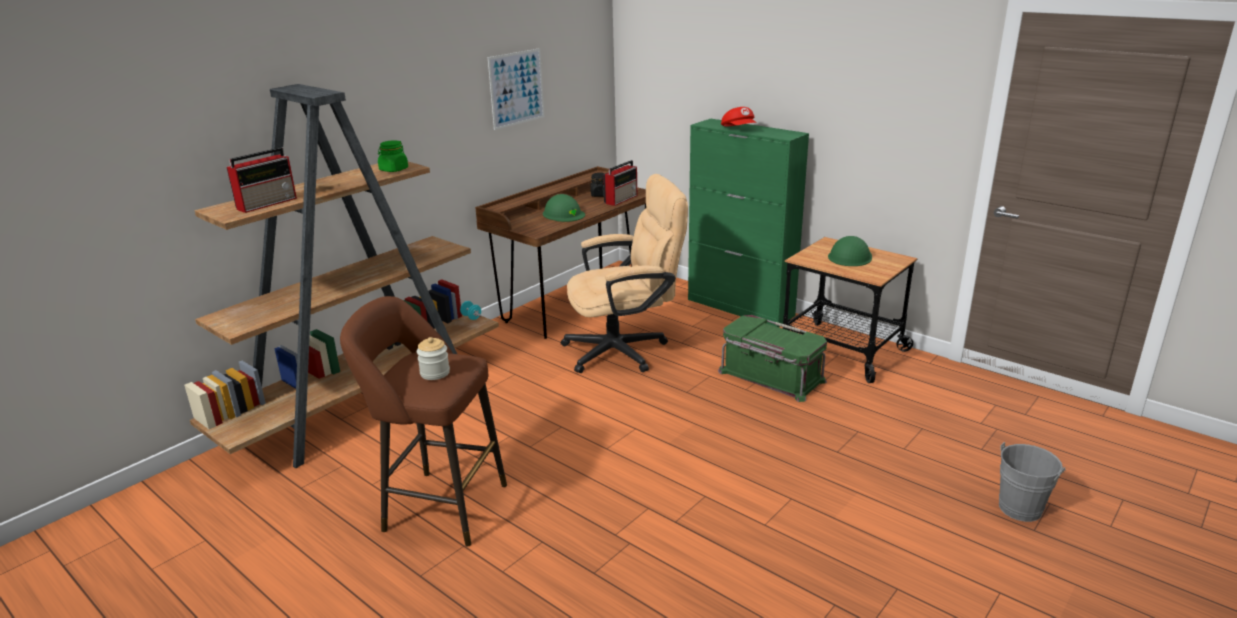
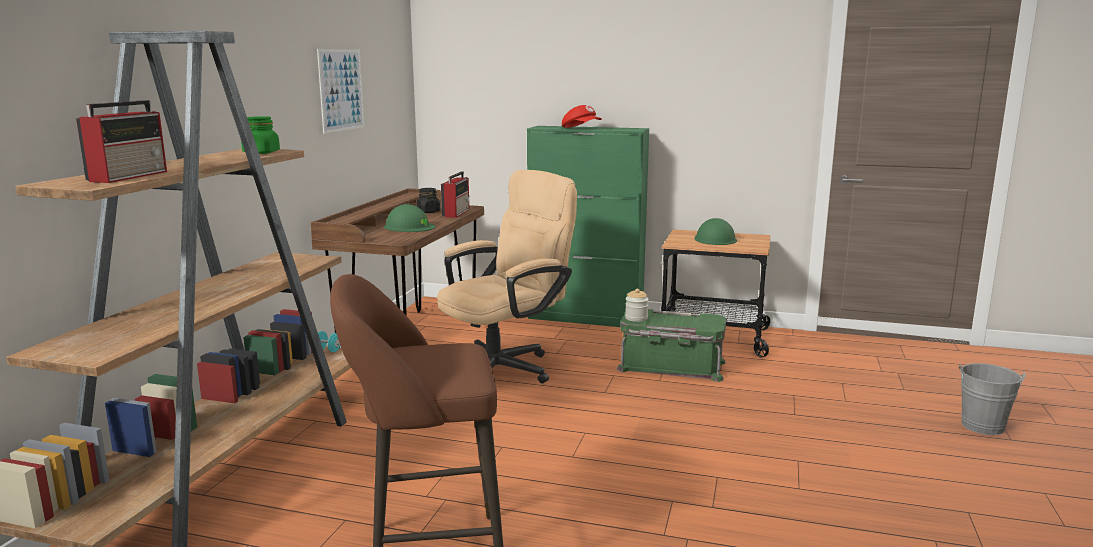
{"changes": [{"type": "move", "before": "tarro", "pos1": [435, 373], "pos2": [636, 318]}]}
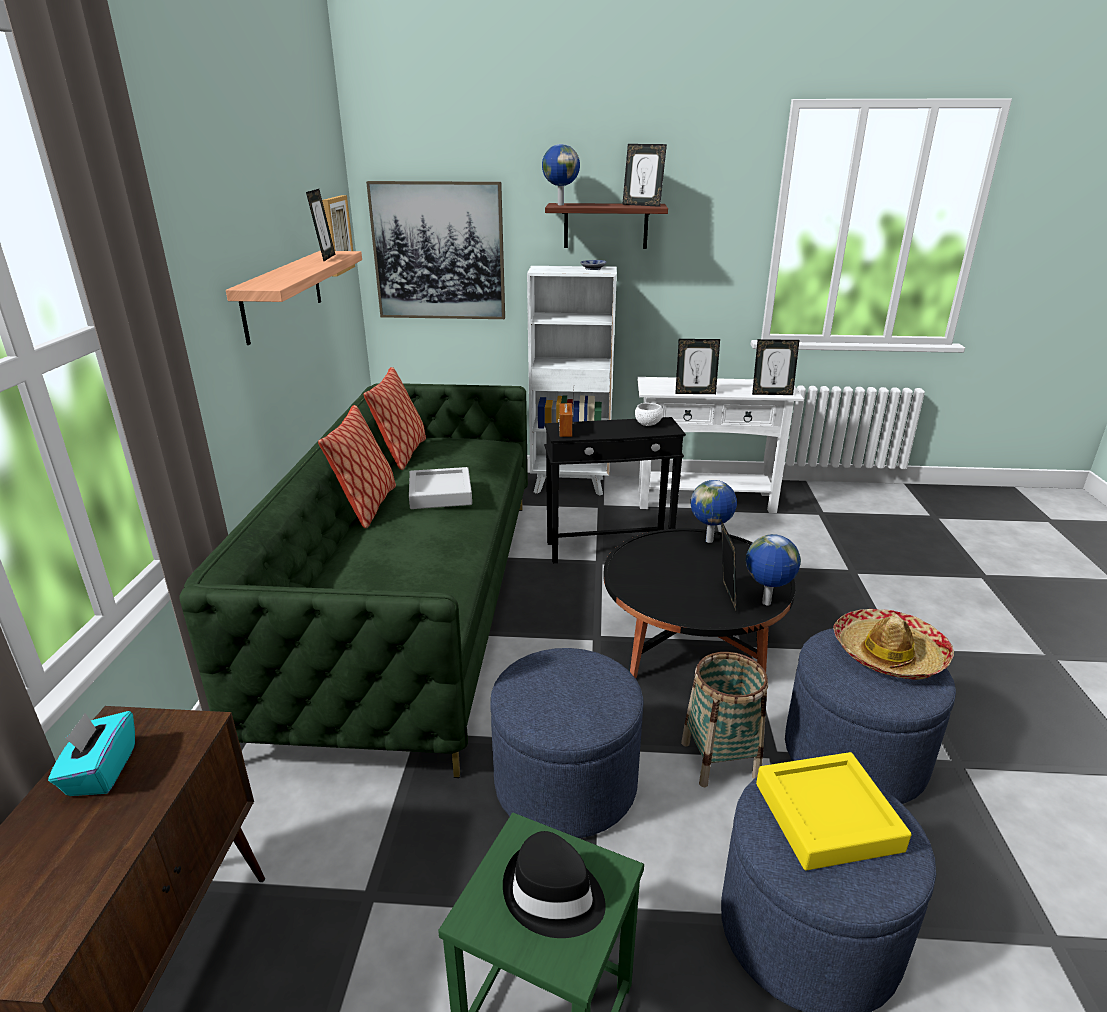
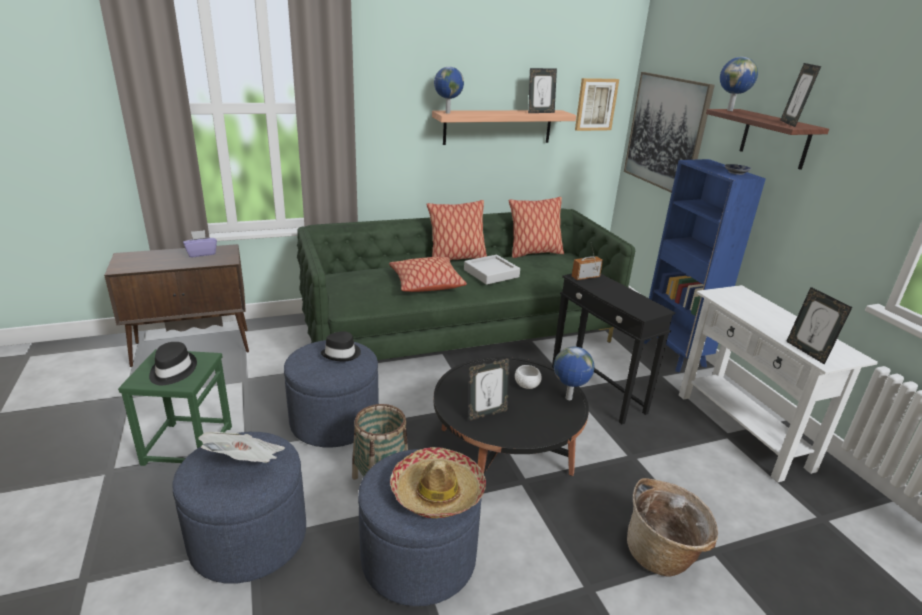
{"changes": [{"type": "recolor", "before": "caja de pañuelos [turquesa]", "after": "caja de pañuelos [morado]", "pos1": [101, 771], "pos2": [201, 253]}, {"type": "recolor", "before": "estantería [blanco]", "after": "estantería [azul]", "pos1": [570, 485], "pos2": [673, 354]}, {"type": "move", "before": "cuenco [blanco]", "pos1": [648, 424], "pos2": [527, 386]}, {"type": "delete", "before": "portarretratos", "pos1": [695, 393]}, {"type": "move", "before": "globo terráqueo", "pos1": [766, 603], "pos2": [447, 113]}, {"type": "replace", "before": "bandeja [amarillo]", "after": "periódico", "pos1": [827, 816], "pos2": [246, 462]}, {"type": "insert", "after": "sombrero [negro]", "pos2": [342, 354]}, {"type": "insert", "after": "cojín", "pos2": [426, 283]}, {"type": "insert", "after": "cesta", "pos2": [662, 554]}]}
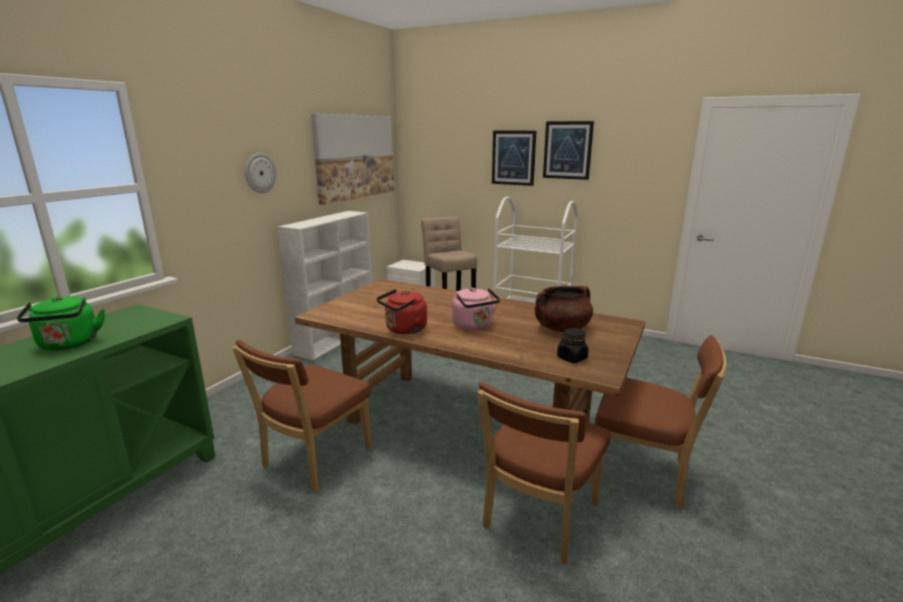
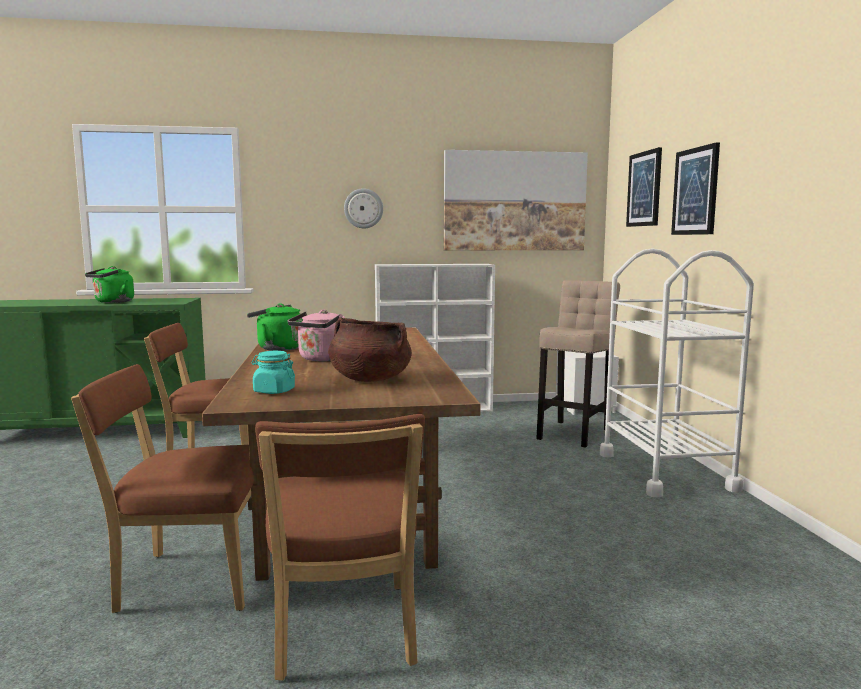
{"changes": [{"type": "recolor", "before": "hervidor [rojo]", "after": "hervidor [verde]", "pos1": [404, 330], "pos2": [278, 348]}, {"type": "move", "before": "cuadro", "pos1": [567, 150], "pos2": [644, 189]}, {"type": "recolor", "before": "tarro [negro]", "after": "tarro [turquesa]", "pos1": [572, 358], "pos2": [274, 391]}]}
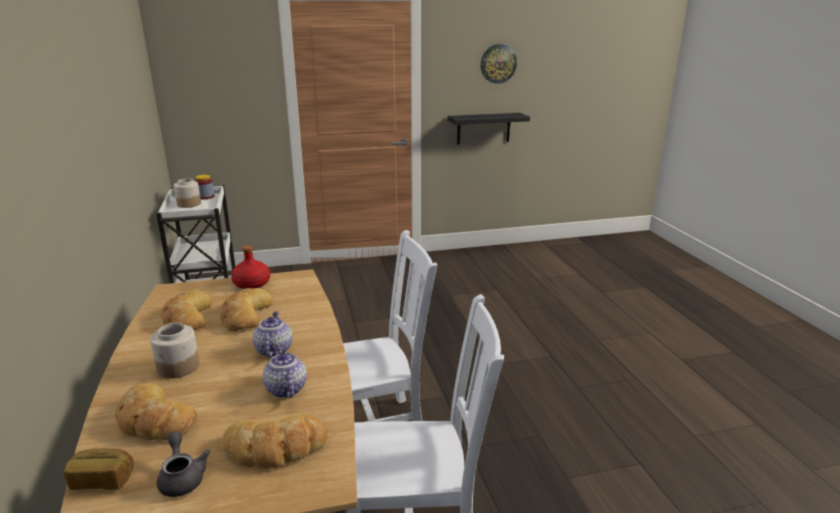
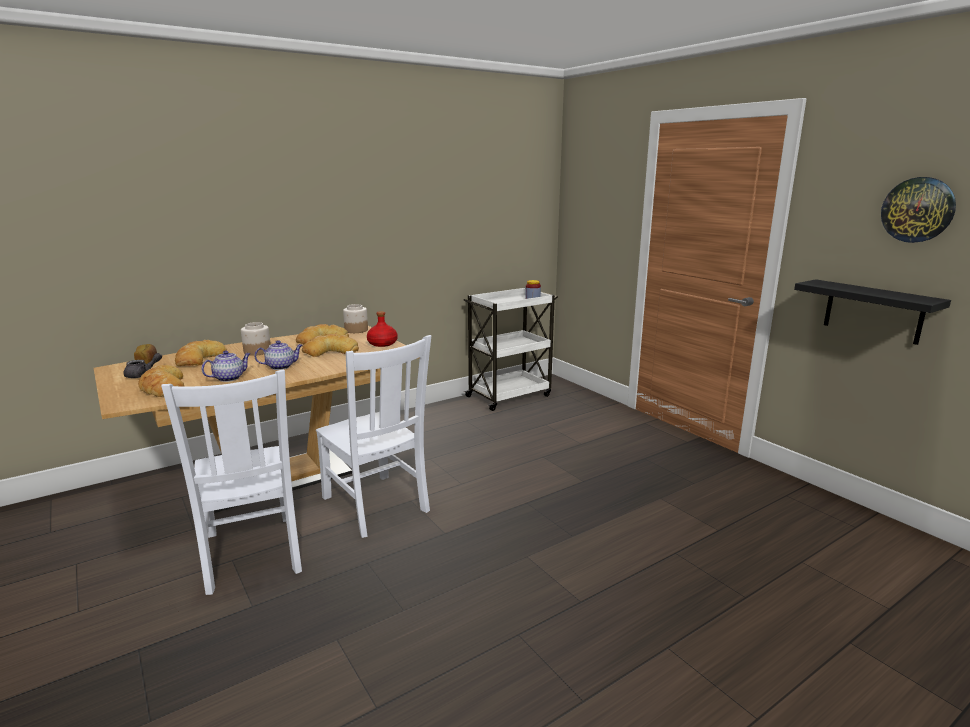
{"changes": [{"type": "move", "before": "tarro", "pos1": [189, 204], "pos2": [356, 330]}]}
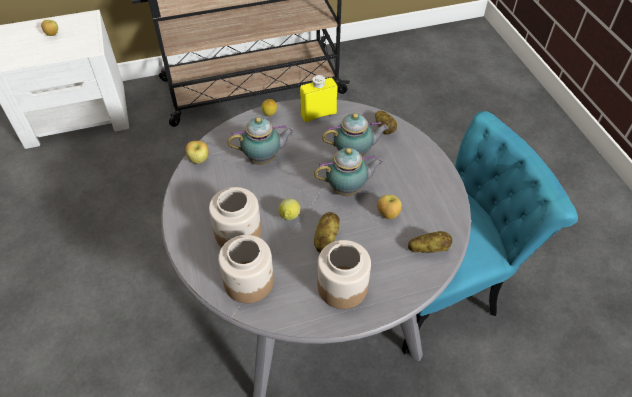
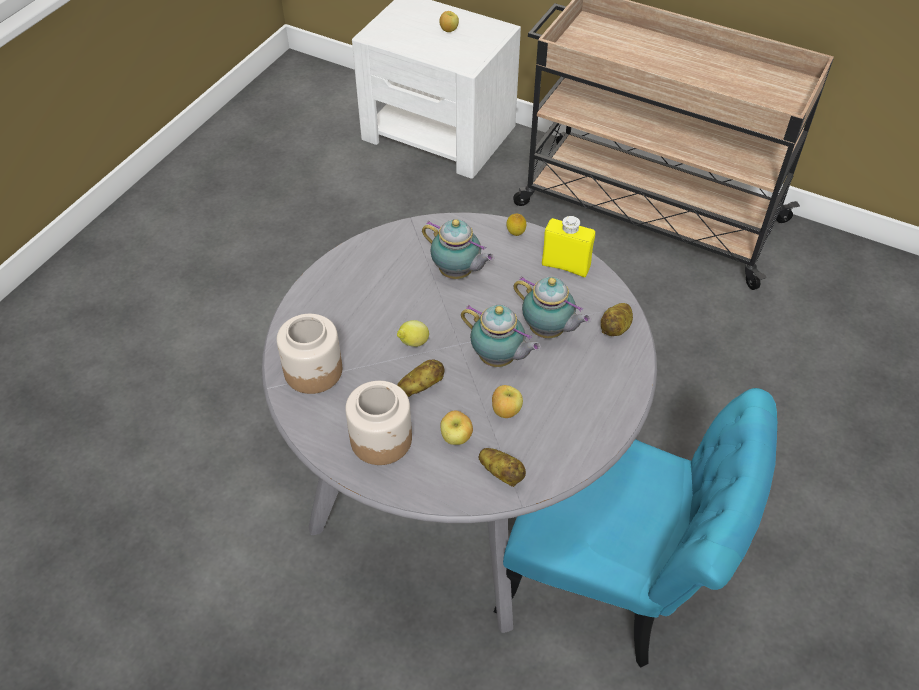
{"changes": [{"type": "move", "before": "manzana", "pos1": [199, 160], "pos2": [456, 438]}, {"type": "delete", "before": "tarro", "pos1": [238, 233]}]}
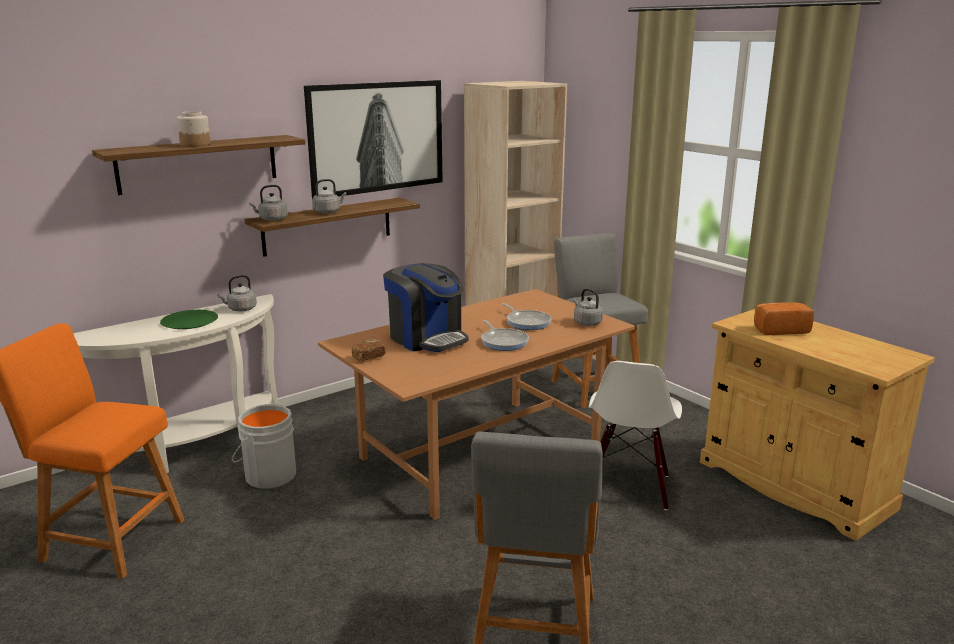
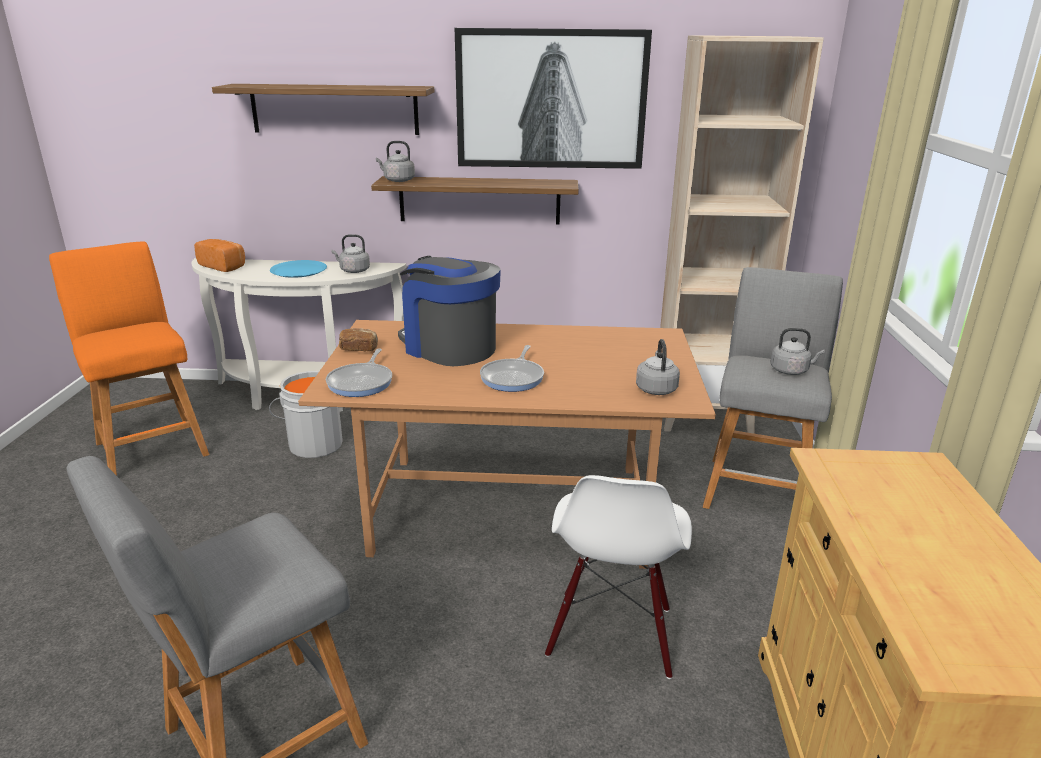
{"changes": [{"type": "recolor", "before": "plato [verde]", "after": "plato [azul]", "pos1": [189, 321], "pos2": [298, 270]}, {"type": "delete", "before": "tarro", "pos1": [196, 144]}, {"type": "move", "before": "hervidor [gris]", "pos1": [328, 212], "pos2": [791, 371]}, {"type": "rotate", "before": "cafetera", "pos1": [427, 338], "pos2": [449, 347], "turn": 135}, {"type": "move", "before": "sartén", "pos1": [527, 322], "pos2": [362, 382]}, {"type": "rotate", "before": "silla [blanco]", "pos1": [628, 486], "pos2": [612, 633], "turn": -45}, {"type": "move", "before": "pan", "pos1": [779, 330], "pos2": [224, 266]}]}
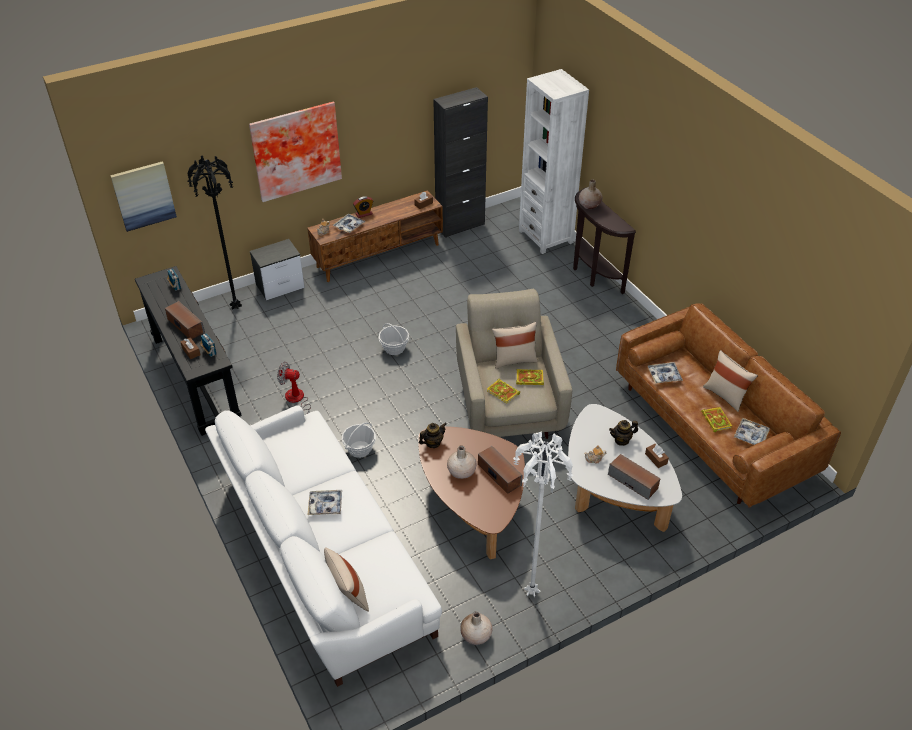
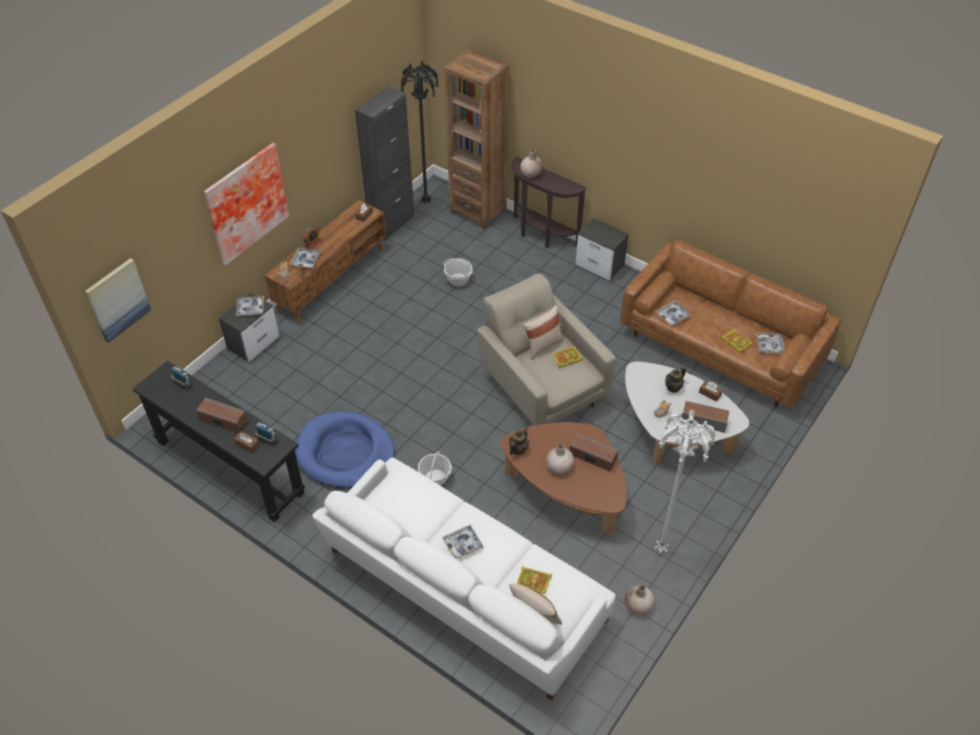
{"changes": [{"type": "move", "before": "lámpara de pie [negro]", "pos1": [237, 308], "pos2": [427, 202]}, {"type": "replace", "before": "ventilador", "after": "cama para perro [azul]", "pos1": [296, 400], "pos2": [345, 453]}, {"type": "move", "before": "cesta", "pos1": [394, 348], "pos2": [458, 280]}, {"type": "move", "before": "libro", "pos1": [503, 392], "pos2": [534, 581]}, {"type": "recolor", "before": "estantería [blanco]", "after": "estantería [marrón]", "pos1": [546, 236], "pos2": [478, 211]}, {"type": "delete", "before": "cojín [beis]", "pos1": [725, 395]}, {"type": "insert", "after": "bandeja", "pos2": [250, 308]}, {"type": "insert", "after": "mesita de noche", "pos2": [600, 265]}]}
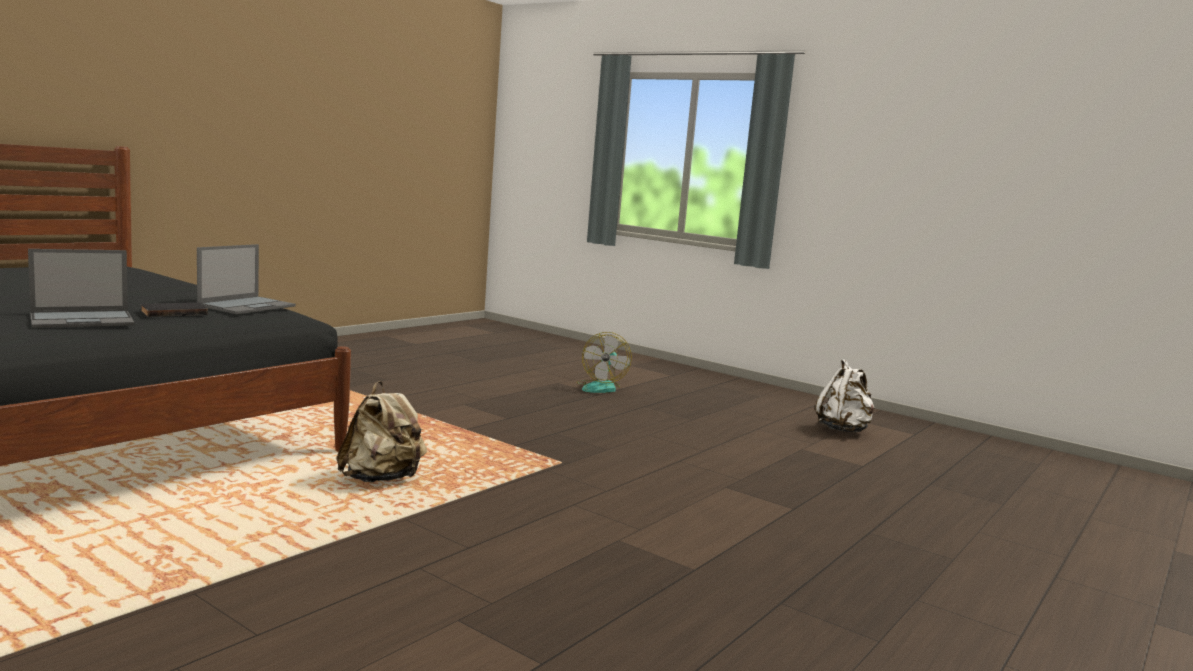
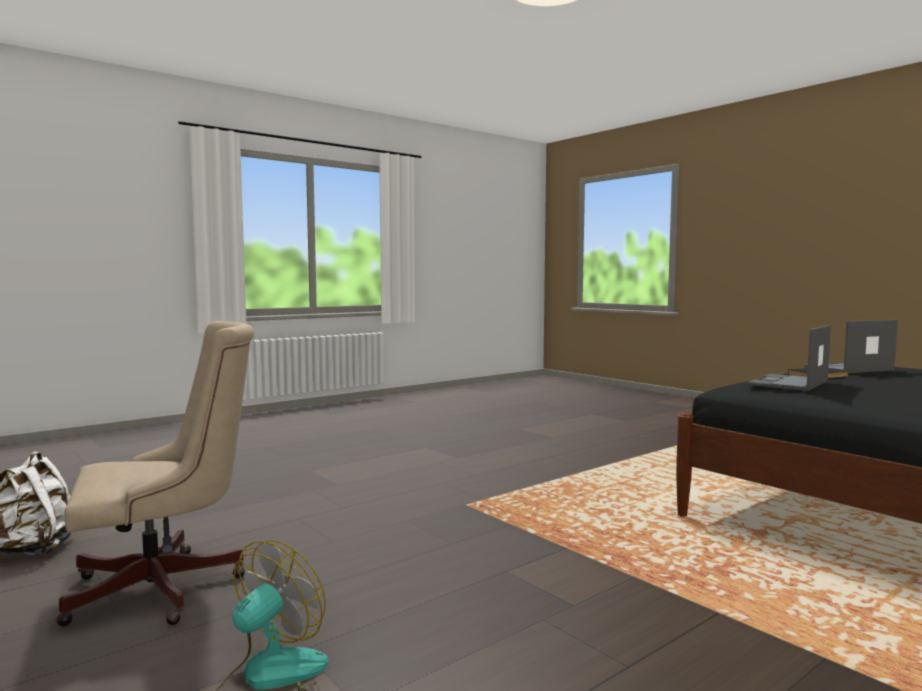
{"changes": [{"type": "delete", "before": "mochila [beis]", "pos1": [382, 479]}, {"type": "insert", "after": "silla de oficina [beis]", "pos2": [166, 588]}]}
